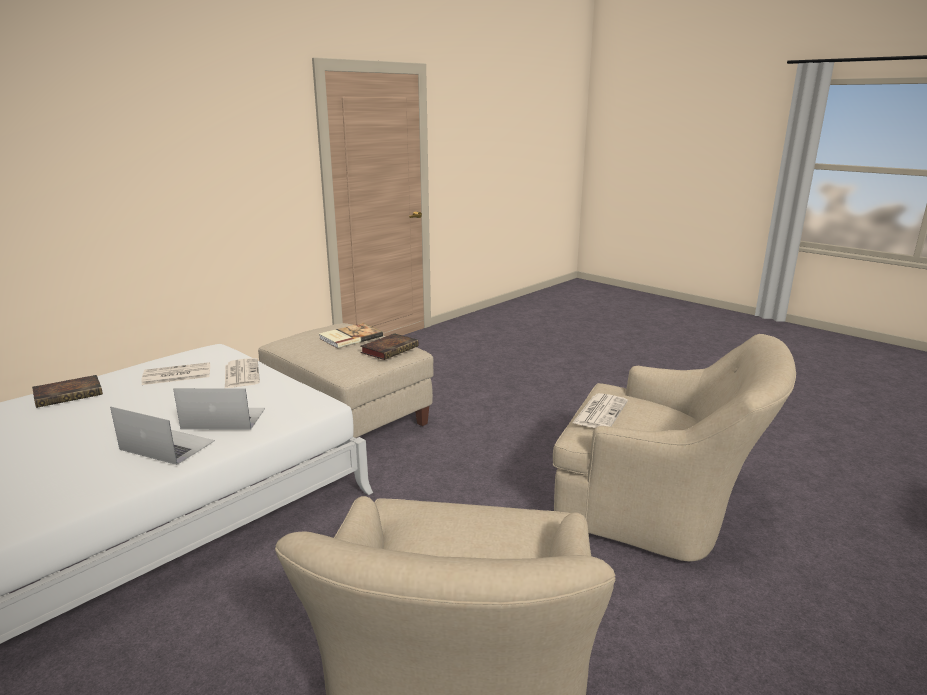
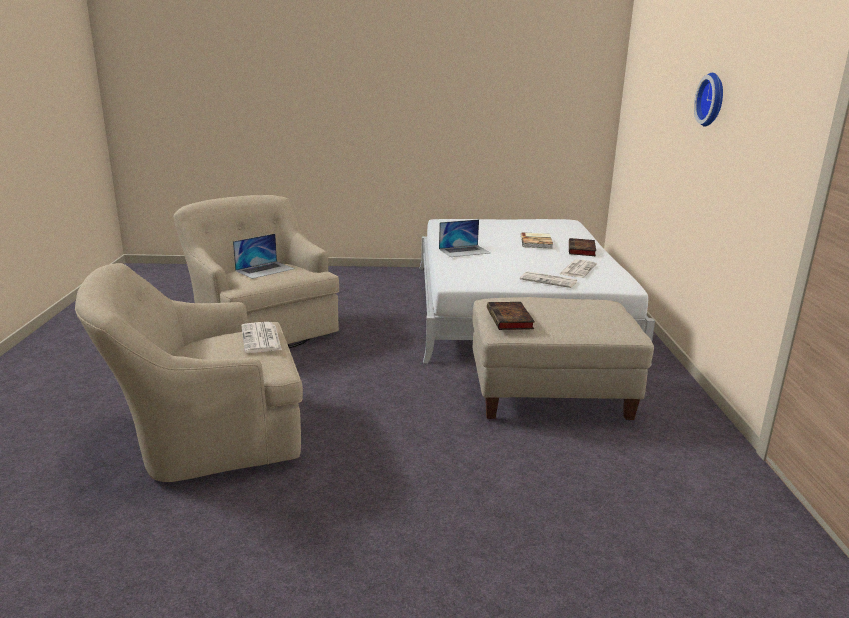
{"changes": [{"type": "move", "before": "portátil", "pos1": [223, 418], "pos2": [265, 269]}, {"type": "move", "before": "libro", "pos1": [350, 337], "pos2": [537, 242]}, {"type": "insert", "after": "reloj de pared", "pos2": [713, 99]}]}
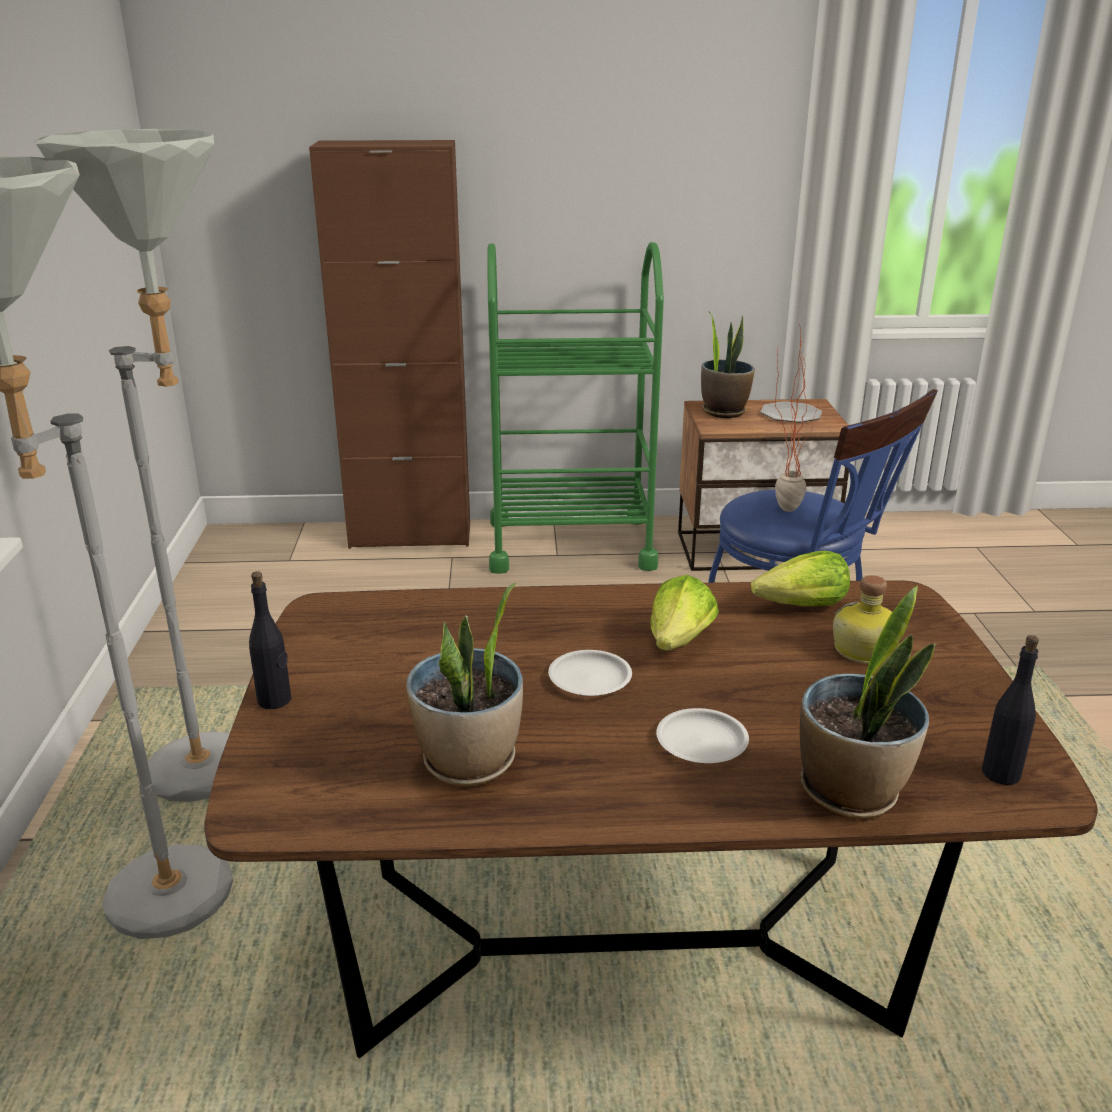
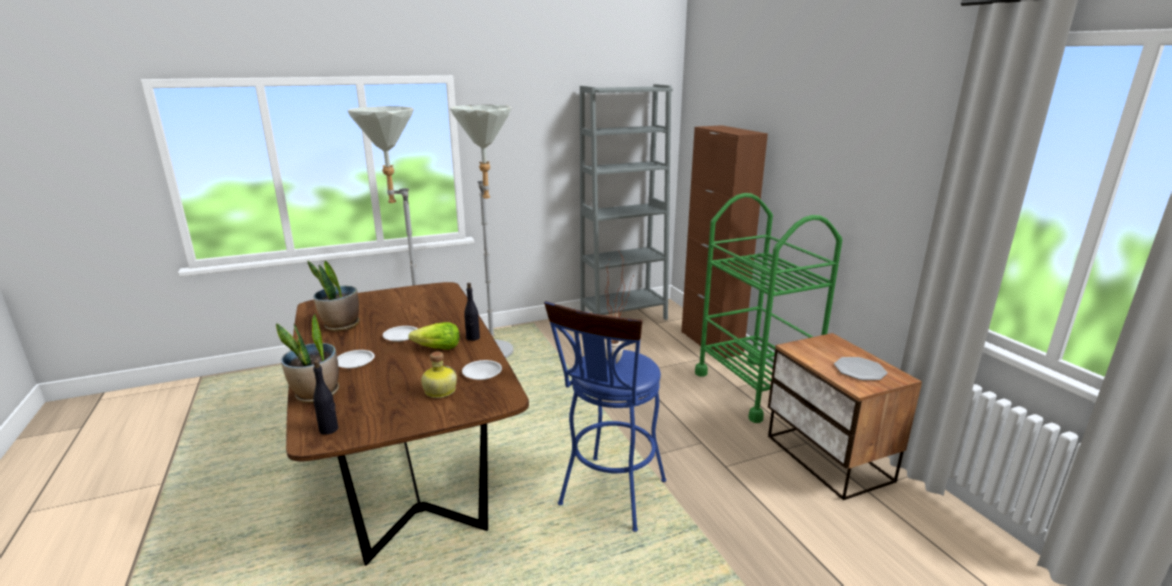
{"changes": [{"type": "move", "before": "botella [negro]", "pos1": [275, 700], "pos2": [473, 338]}, {"type": "delete", "before": "planta en maceta", "pos1": [724, 412]}, {"type": "replace", "before": "lechuga", "after": "plato [blanco]", "pos1": [802, 606], "pos2": [482, 373]}, {"type": "insert", "after": "estantería [gris]", "pos2": [623, 317]}]}
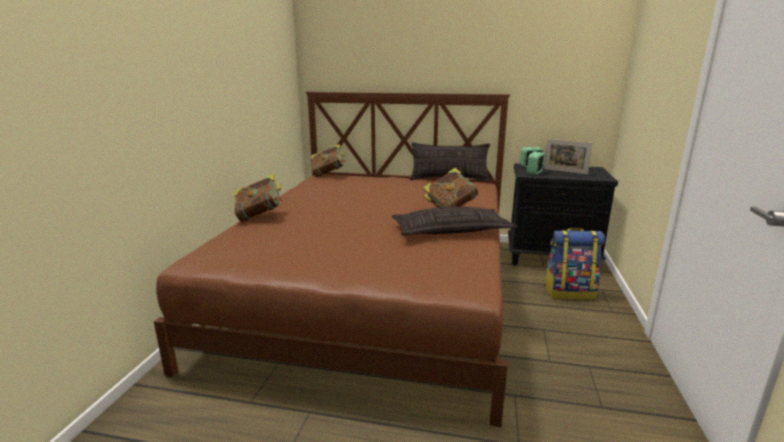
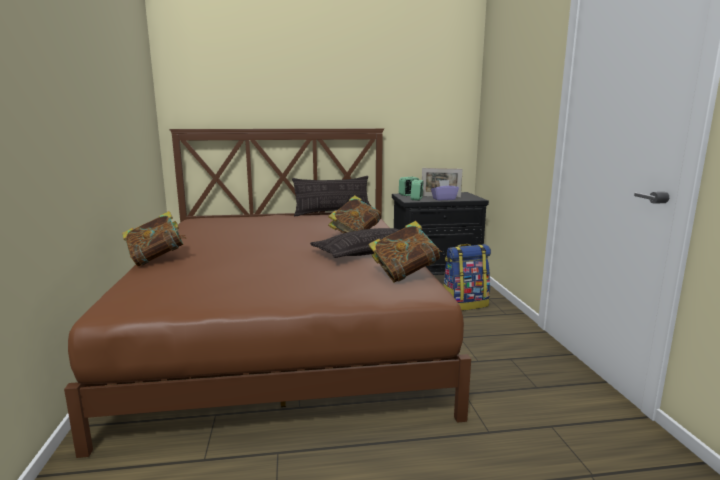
{"changes": [{"type": "move", "before": "libro", "pos1": [329, 174], "pos2": [404, 275]}, {"type": "insert", "after": "caja de pañuelos [morado]", "pos2": [444, 199]}]}
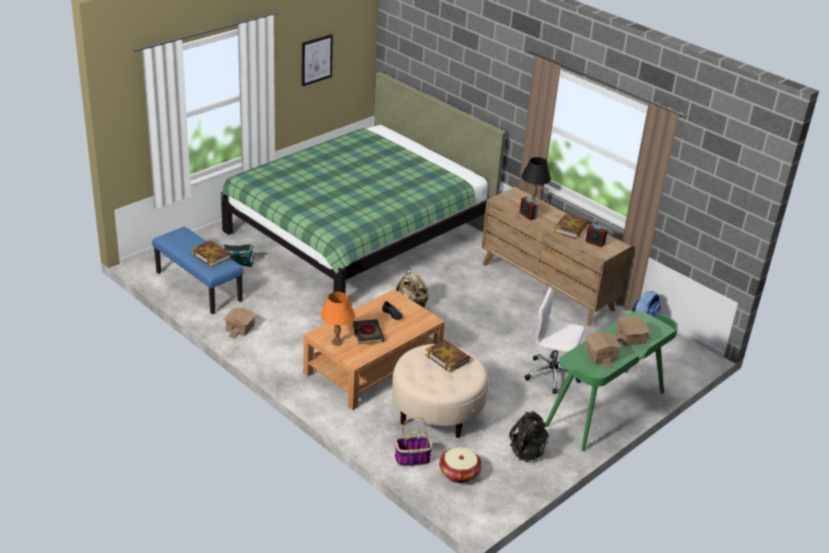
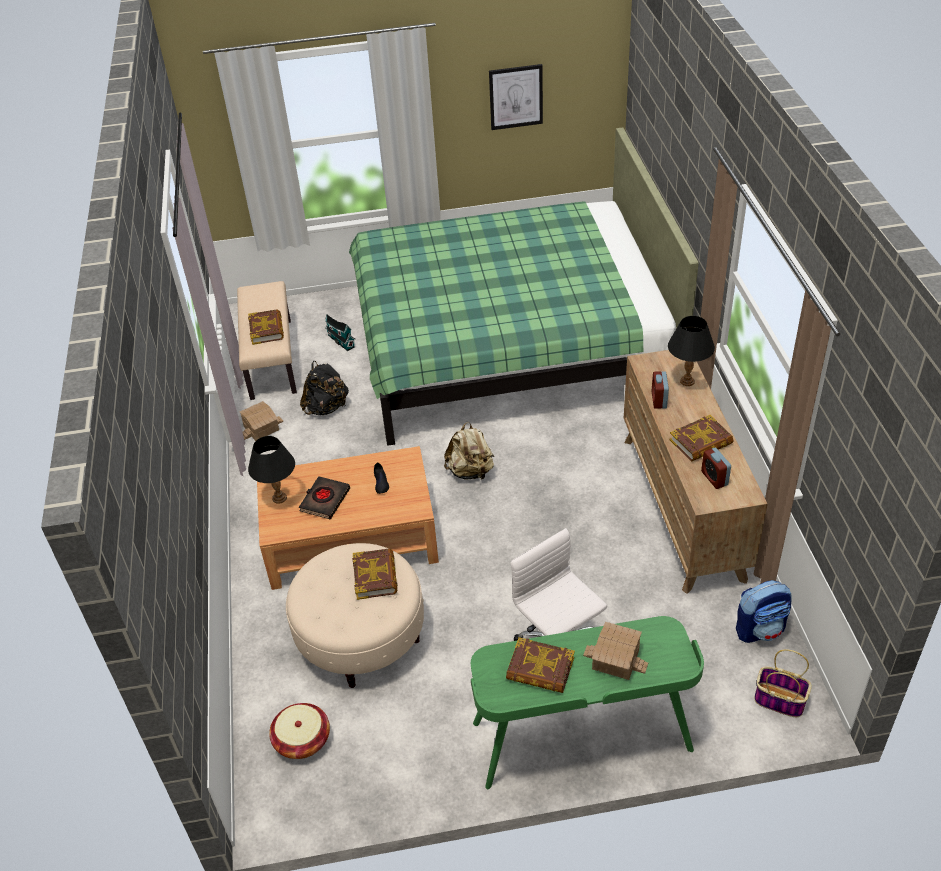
{"changes": [{"type": "recolor", "before": "banco [azul]", "after": "banco [beis]", "pos1": [198, 286], "pos2": [270, 359]}, {"type": "recolor", "before": "lámpara de mesa [naranja]", "after": "lámpara de mesa [negro]", "pos1": [337, 342], "pos2": [279, 498]}, {"type": "move", "before": "cesta", "pos1": [412, 459], "pos2": [778, 700]}, {"type": "move", "before": "mochila [negro]", "pos1": [527, 452], "pos2": [326, 407]}, {"type": "replace", "before": "casita", "after": "libro", "pos1": [600, 355], "pos2": [540, 669]}]}
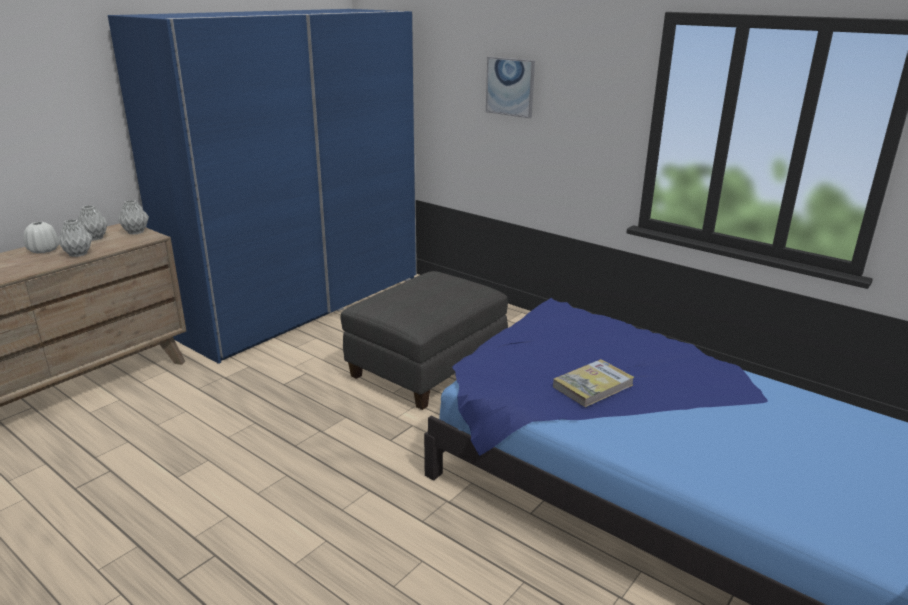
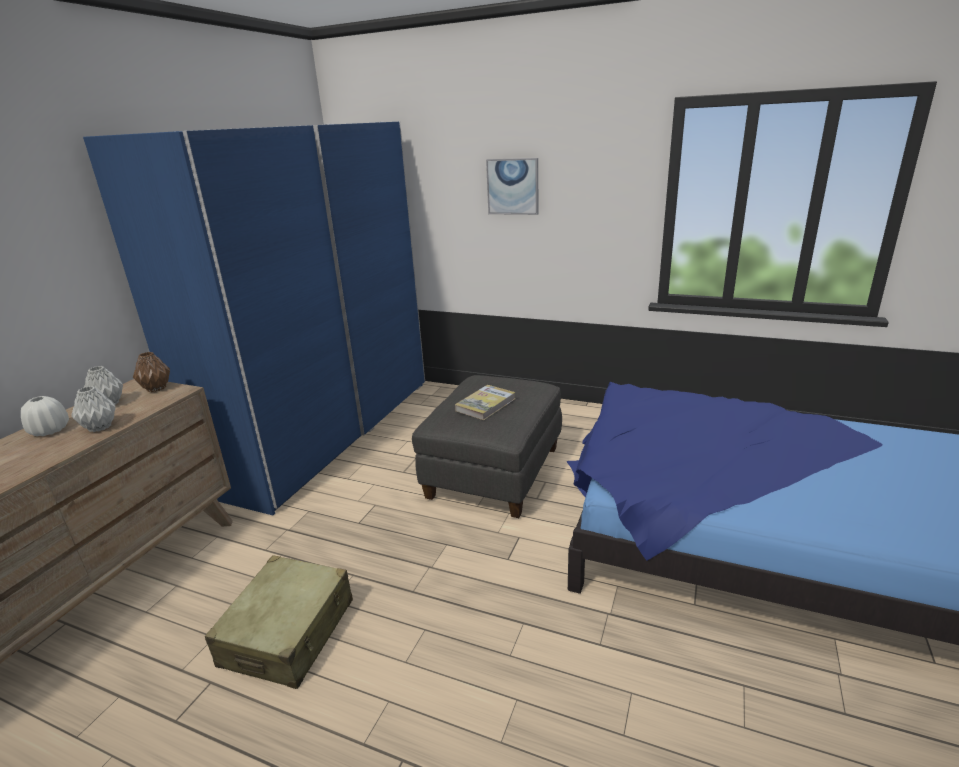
{"changes": [{"type": "recolor", "before": "florero [gris]", "after": "florero [marrón]", "pos1": [136, 232], "pos2": [157, 388]}, {"type": "move", "before": "libro", "pos1": [593, 386], "pos2": [485, 404]}, {"type": "insert", "after": "maleta [beis]", "pos2": [289, 633]}]}
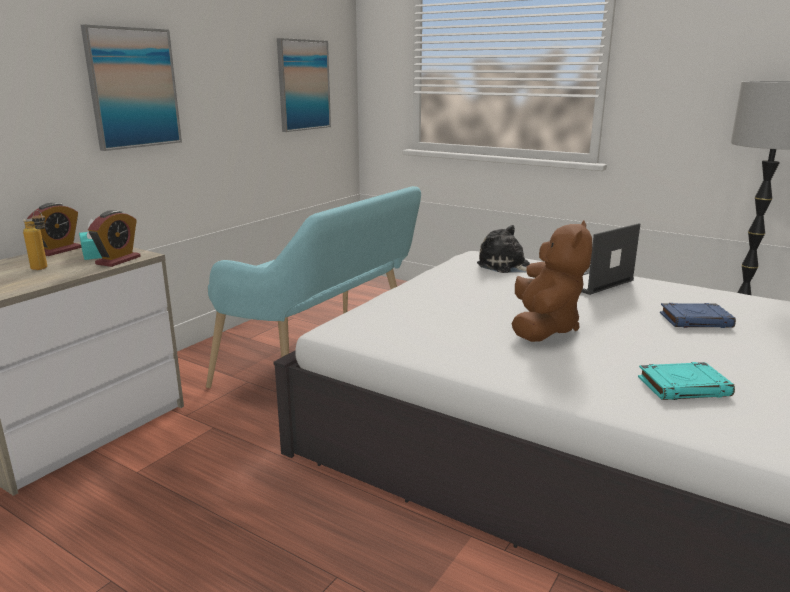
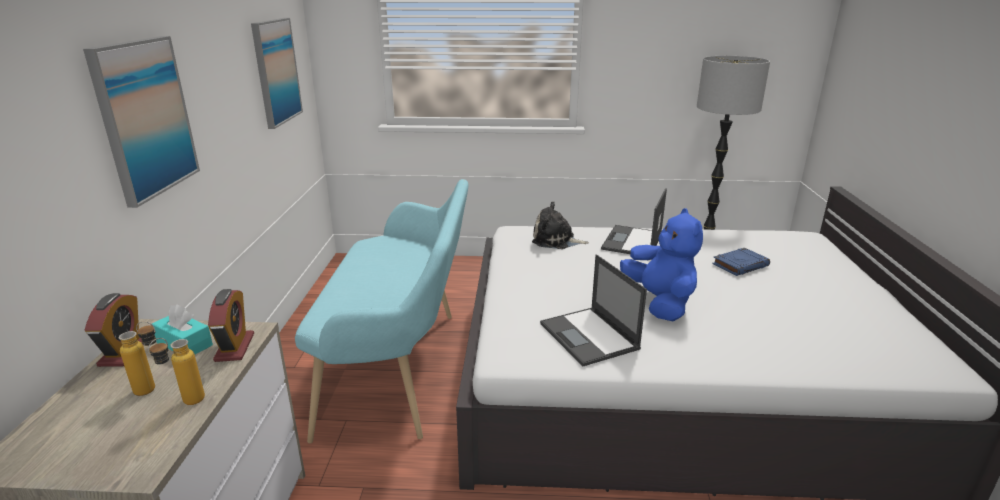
{"changes": [{"type": "recolor", "before": "peluche [marrón]", "after": "peluche [azul]", "pos1": [543, 328], "pos2": [659, 303]}, {"type": "delete", "before": "libro [turquesa]", "pos1": [684, 387]}, {"type": "insert", "after": "botella", "pos2": [186, 404]}, {"type": "insert", "after": "portátil", "pos2": [589, 337]}]}
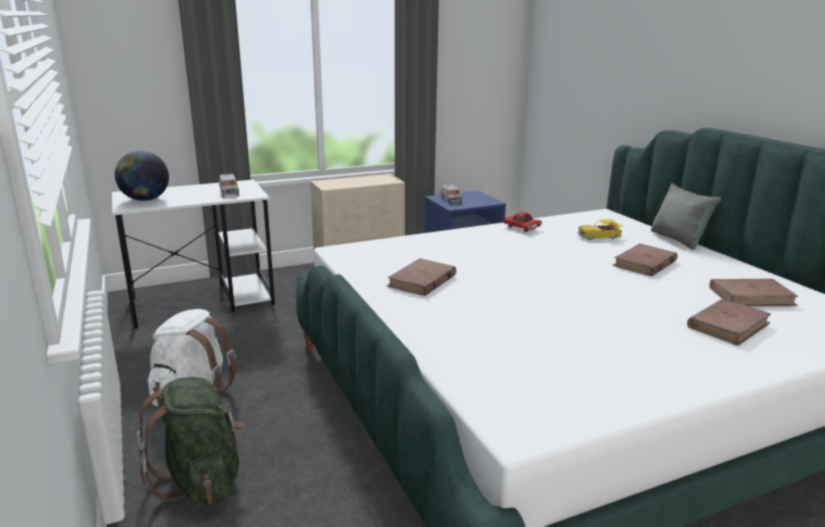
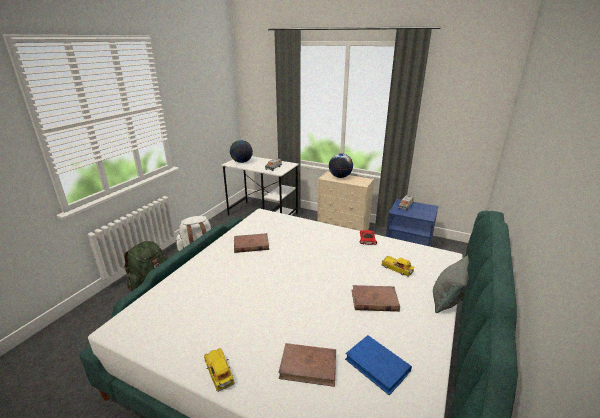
{"changes": [{"type": "recolor", "before": "libro [marrón]", "after": "libro [azul]", "pos1": [751, 296], "pos2": [377, 365]}, {"type": "insert", "after": "coche de juguete", "pos2": [219, 373]}, {"type": "insert", "after": "globo terráqueo", "pos2": [340, 177]}]}
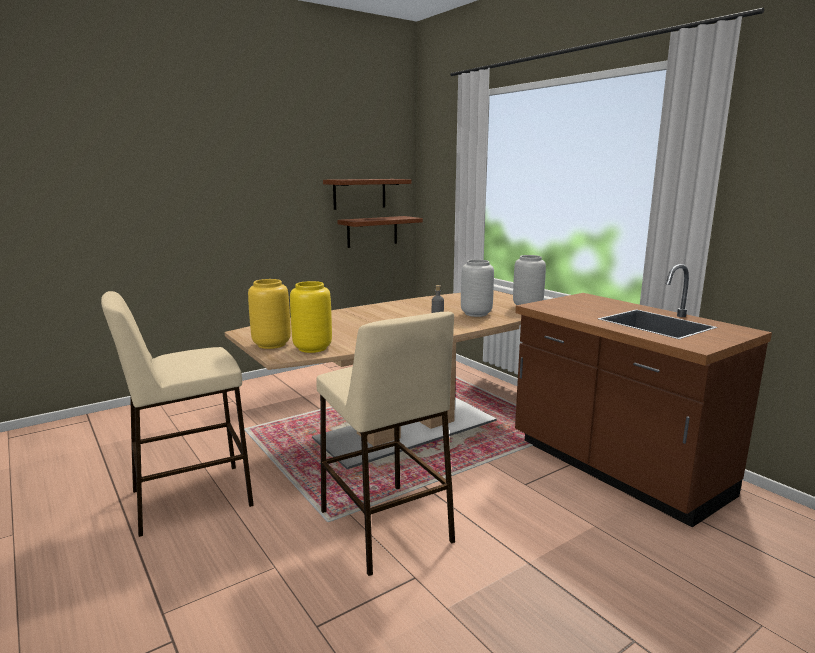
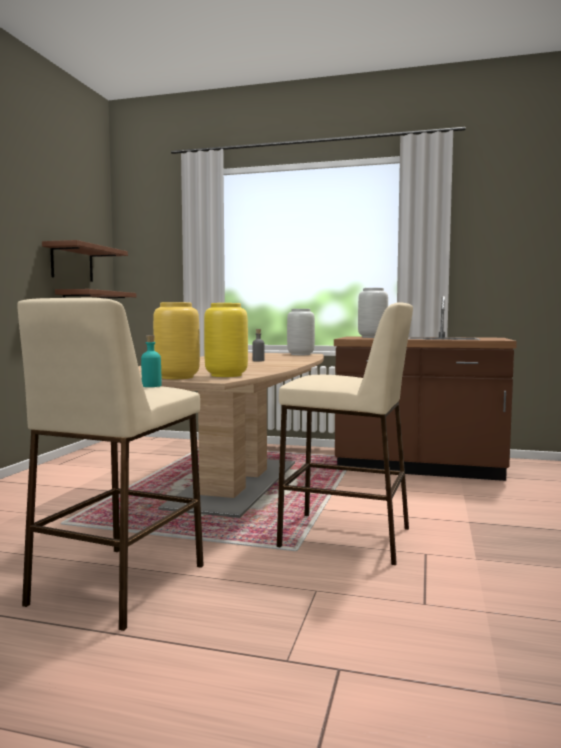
{"changes": [{"type": "move", "before": "florero [gris]", "pos1": [476, 314], "pos2": [372, 337]}, {"type": "insert", "after": "botella [turquesa]", "pos2": [151, 386]}]}
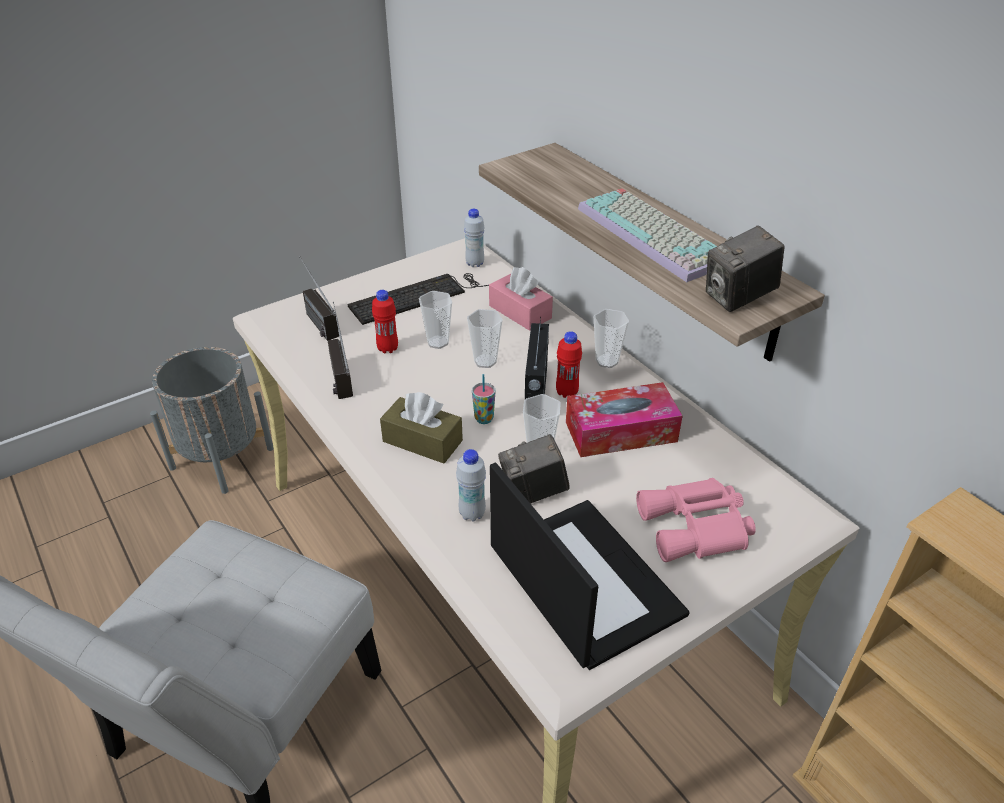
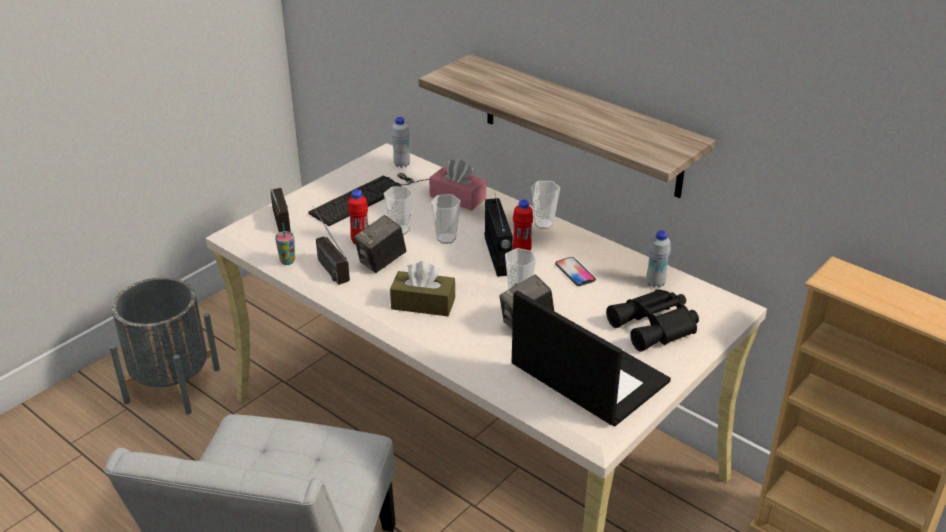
{"changes": [{"type": "rotate", "before": "radio", "pos1": [315, 318], "pos2": [284, 227], "turn": -150}, {"type": "move", "before": "botella [blanco]", "pos1": [472, 513], "pos2": [655, 283]}, {"type": "move", "before": "taza", "pos1": [484, 419], "pos2": [287, 261]}, {"type": "replace", "before": "caja de pañuelos", "after": "móvil", "pos1": [621, 431], "pos2": [575, 272]}, {"type": "delete", "before": "teclado", "pos1": [655, 235]}, {"type": "recolor", "before": "prismáticos [rosa]", "after": "prismáticos [negro]", "pos1": [697, 528], "pos2": [655, 327]}, {"type": "move", "before": "cámara", "pos1": [738, 298], "pos2": [381, 262]}]}
